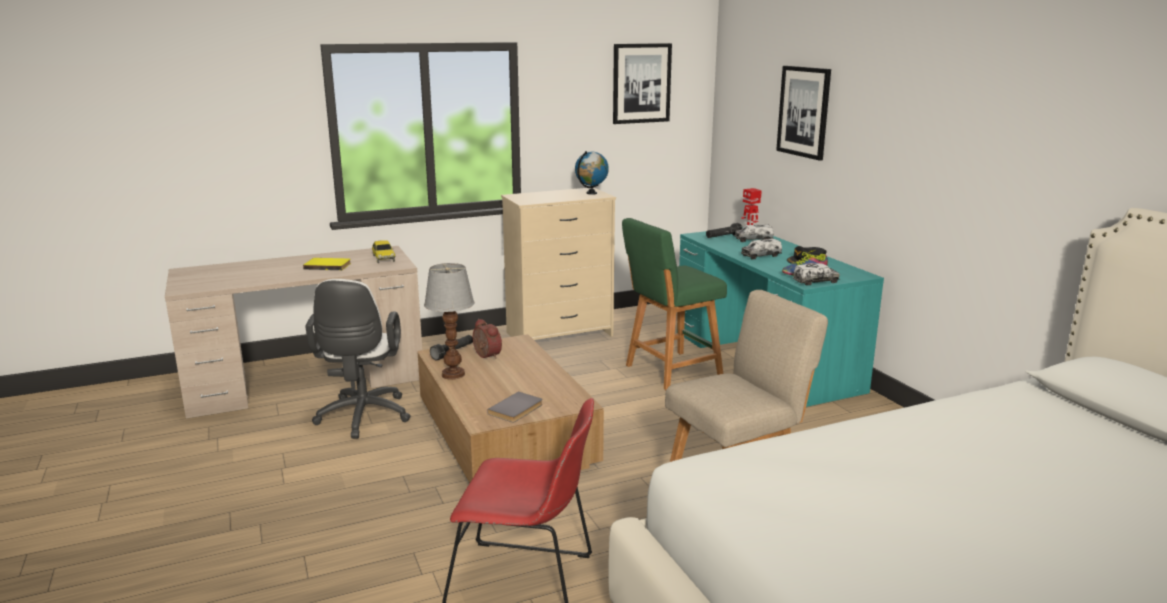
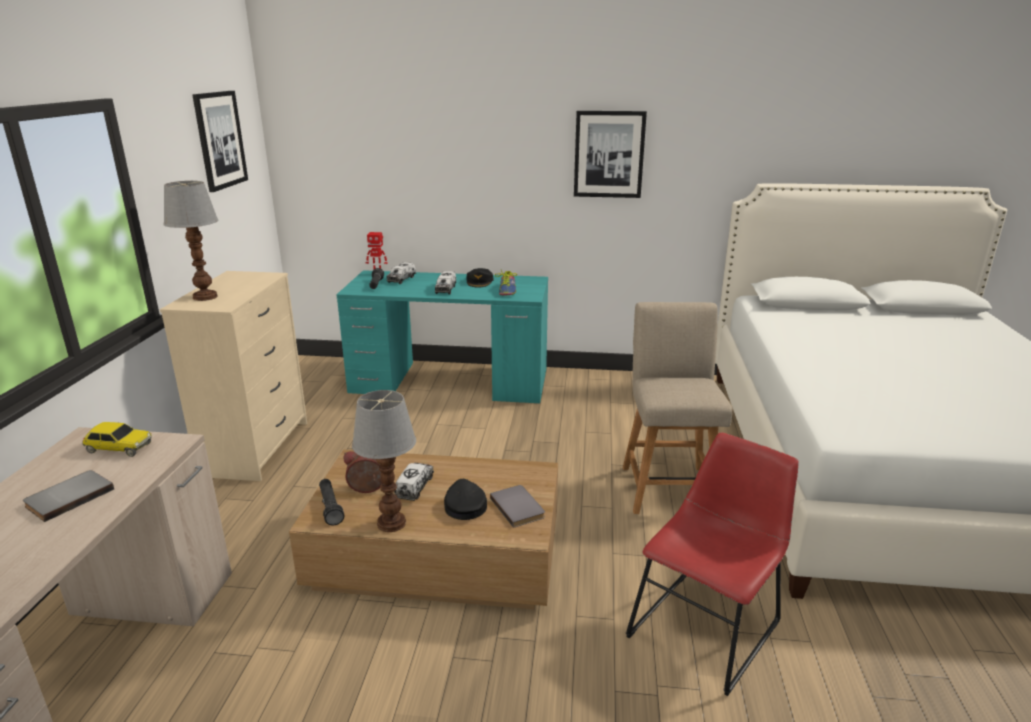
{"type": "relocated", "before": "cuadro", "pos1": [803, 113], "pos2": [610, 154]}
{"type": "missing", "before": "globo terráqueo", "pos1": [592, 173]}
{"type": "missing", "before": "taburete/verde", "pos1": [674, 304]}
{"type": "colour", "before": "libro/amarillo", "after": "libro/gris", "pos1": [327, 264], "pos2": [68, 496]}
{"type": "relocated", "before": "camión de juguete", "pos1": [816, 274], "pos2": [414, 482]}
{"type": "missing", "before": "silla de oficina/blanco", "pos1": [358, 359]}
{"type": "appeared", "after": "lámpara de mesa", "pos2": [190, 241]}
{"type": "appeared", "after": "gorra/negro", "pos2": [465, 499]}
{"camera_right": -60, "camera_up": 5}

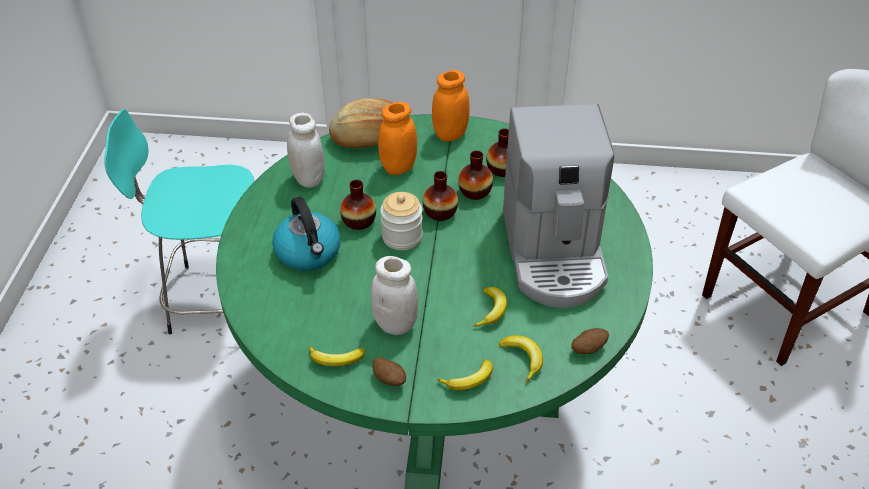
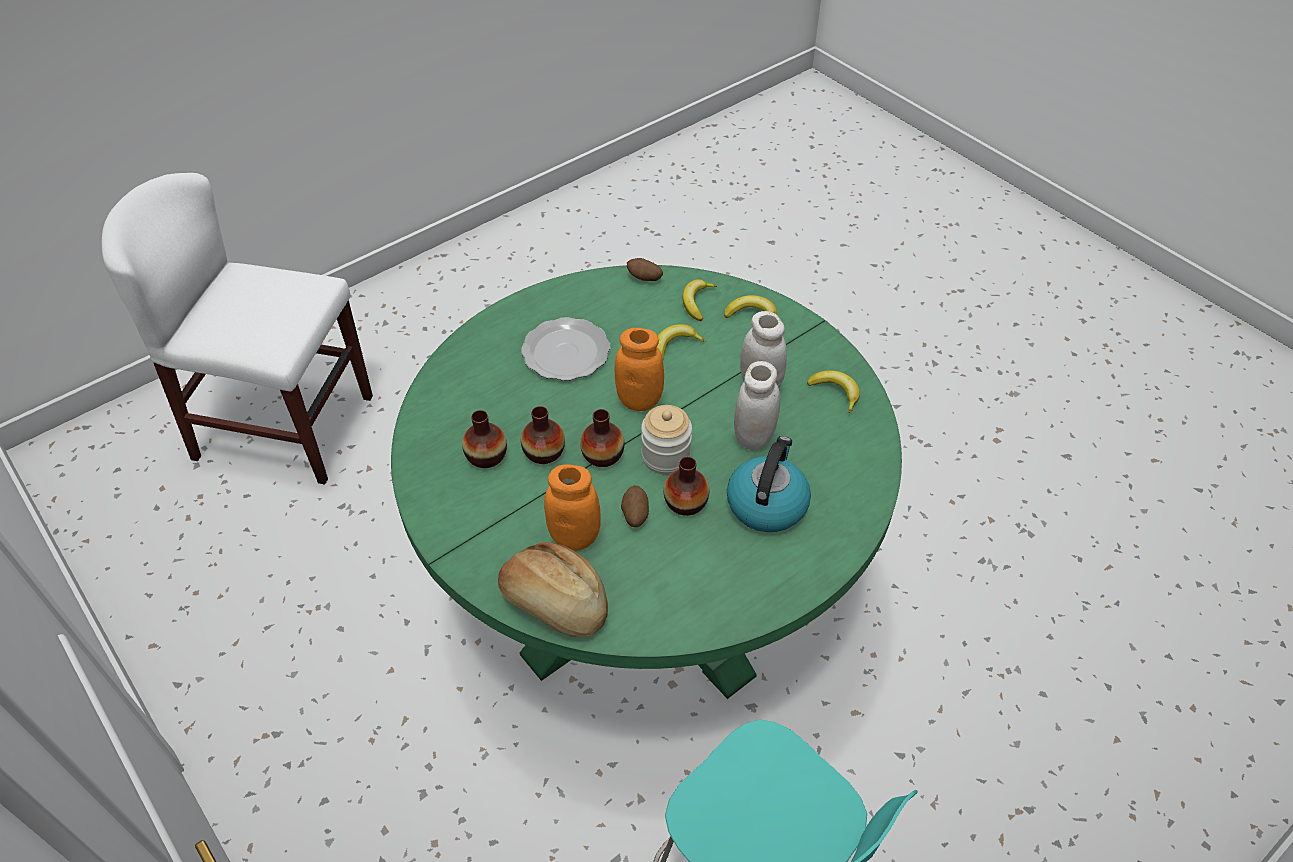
{"type": "relocated", "before": "tarro/naranja", "pos1": [451, 105], "pos2": [639, 369]}
{"type": "exchanged", "before": "cafetera", "after": "plato", "pos1": [559, 206], "pos2": [565, 349]}
{"type": "relocated", "before": "tarro/blanco", "pos1": [306, 150], "pos2": [757, 406]}
{"type": "relocated", "before": "patata", "pos1": [389, 371], "pos2": [635, 506]}
{"camera_right": -135, "camera_up": 5}

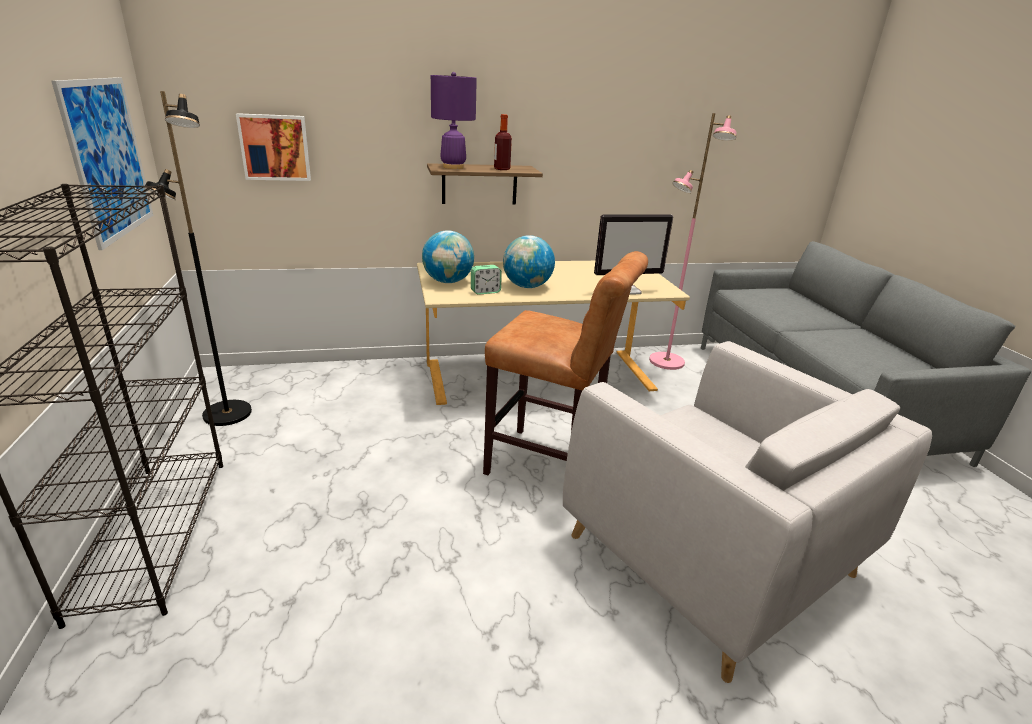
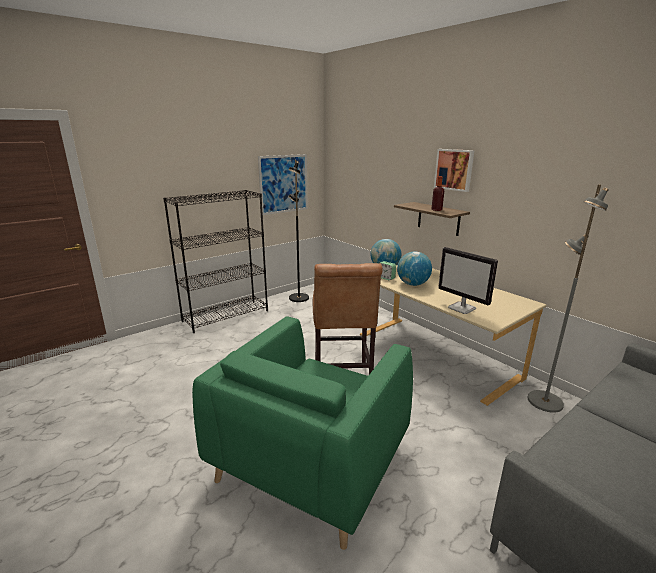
{"type": "missing", "before": "lámpara de mesa/morado", "pos1": [454, 120]}
{"type": "relocated", "before": "cuadro", "pos1": [273, 147], "pos2": [454, 170]}
{"type": "colour", "before": "lámpara de pie/rosa", "after": "lámpara de pie/gris", "pos1": [692, 241], "pos2": [568, 299]}
{"type": "colour", "before": "sillón/gris", "after": "sillón/verde", "pos1": [747, 512], "pos2": [302, 433]}
{"camera_right": 65, "camera_up": -5}

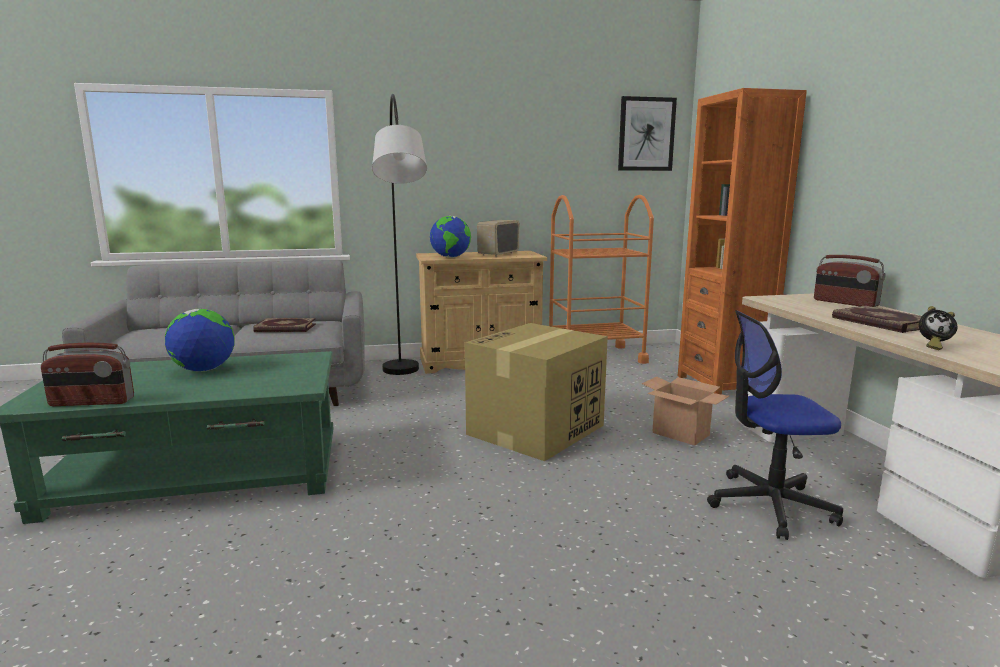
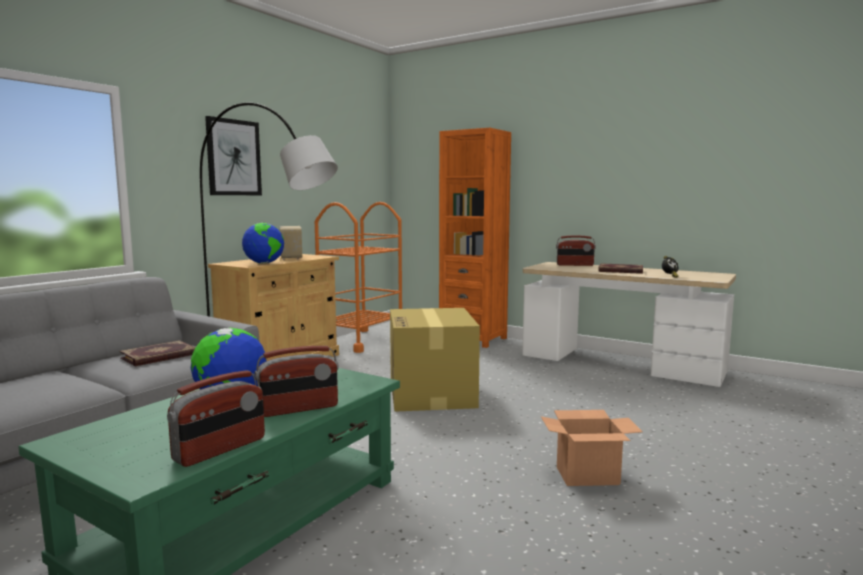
{"type": "relocated", "before": "cuadro", "pos1": [647, 133], "pos2": [233, 155]}
{"type": "missing", "before": "silla de oficina", "pos1": [775, 425]}
{"type": "relocated", "before": "caja de cartón", "pos1": [685, 411], "pos2": [591, 448]}
{"type": "appeared", "after": "radio", "pos2": [297, 381]}
{"camera_right": -45, "camera_up": -5}

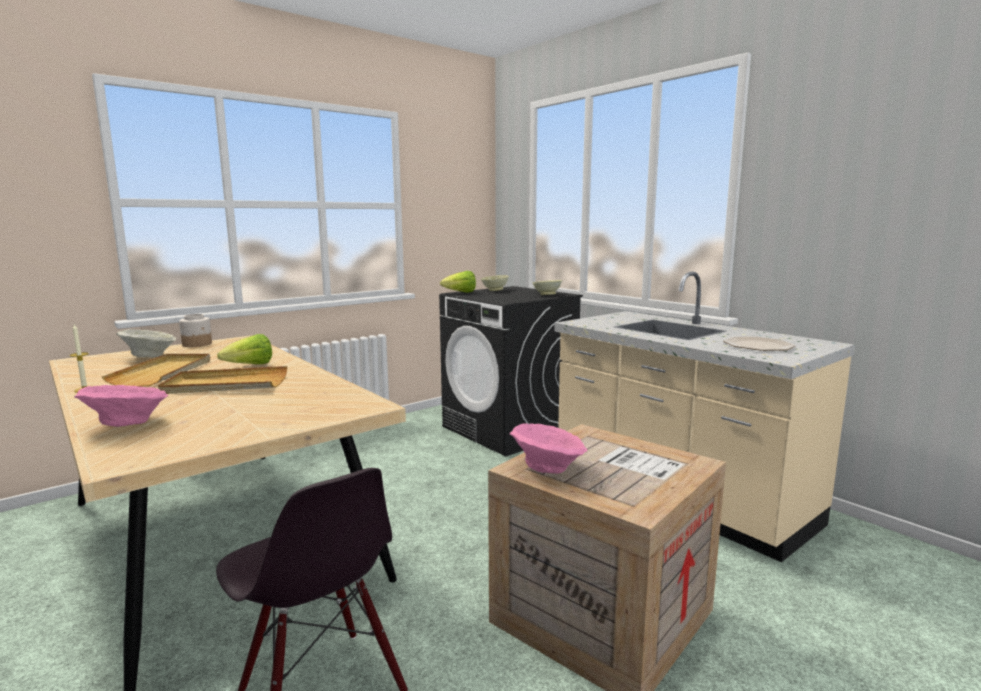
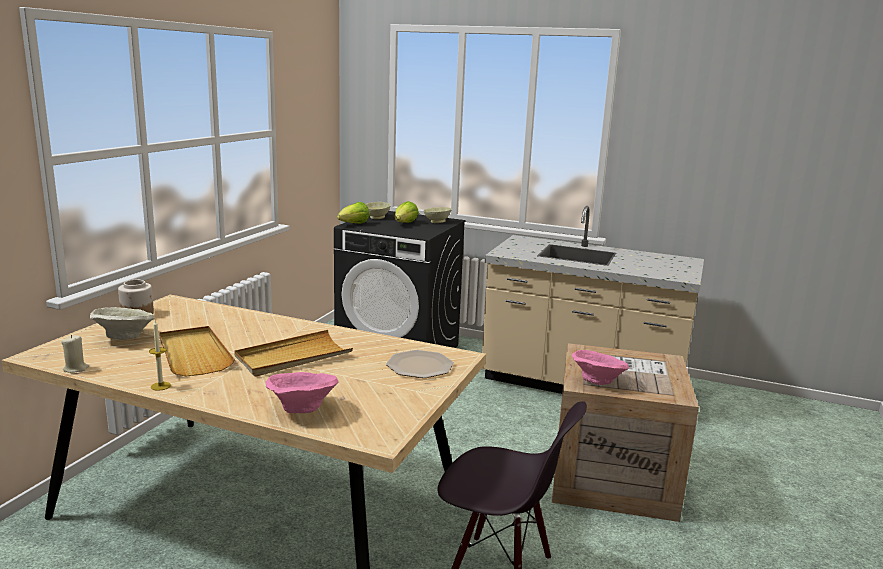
{"type": "relocated", "before": "lechuga", "pos1": [244, 349], "pos2": [407, 212]}
{"type": "relocated", "before": "plato", "pos1": [759, 343], "pos2": [420, 364]}
{"type": "appeared", "after": "vela/beis", "pos2": [75, 354]}
{"camera_right": -30, "camera_up": 5}

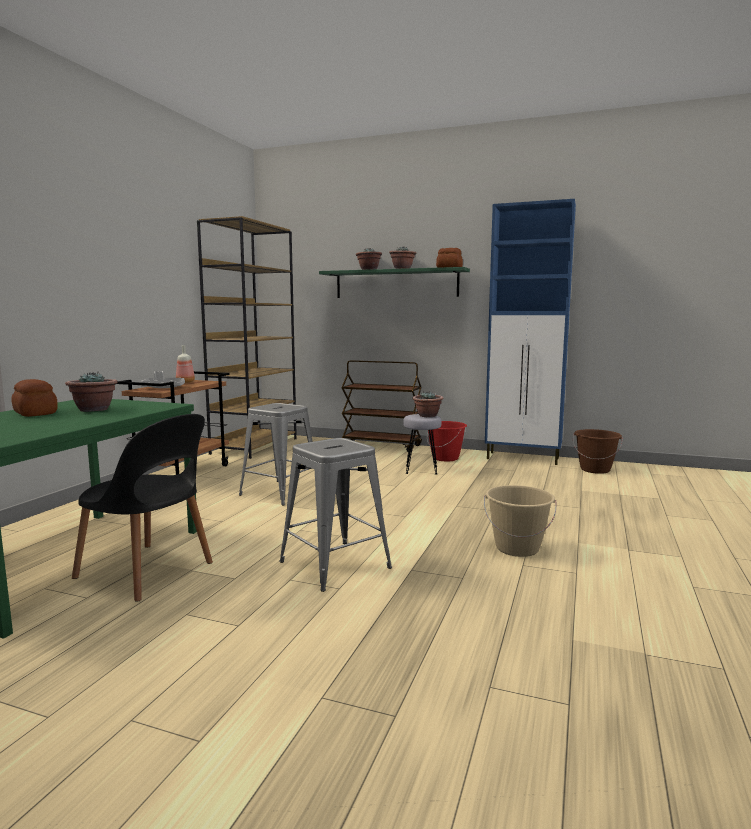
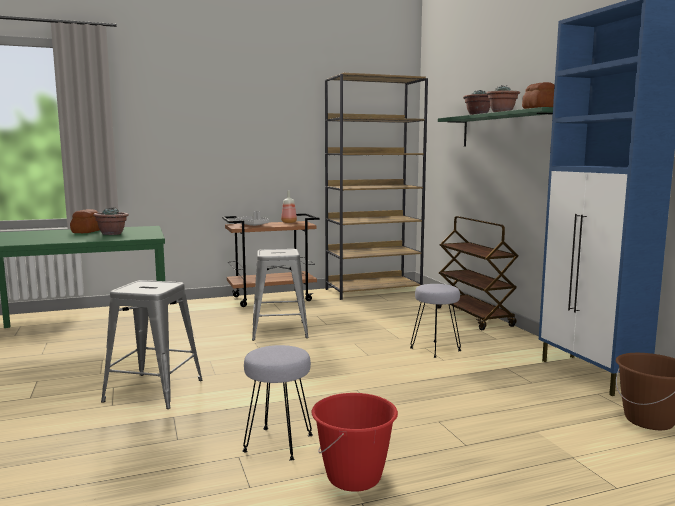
{"type": "missing", "before": "planta en maceta", "pos1": [427, 404]}
{"type": "missing", "before": "silla/negro", "pos1": [142, 508]}
{"type": "relocated", "before": "cubo/rojo", "pos1": [447, 441], "pos2": [355, 442]}
{"type": "exchanged", "before": "cubo/beis", "after": "taburete/gris", "pos1": [520, 521], "pos2": [277, 403]}
{"camera_right": 50, "camera_up": 0}

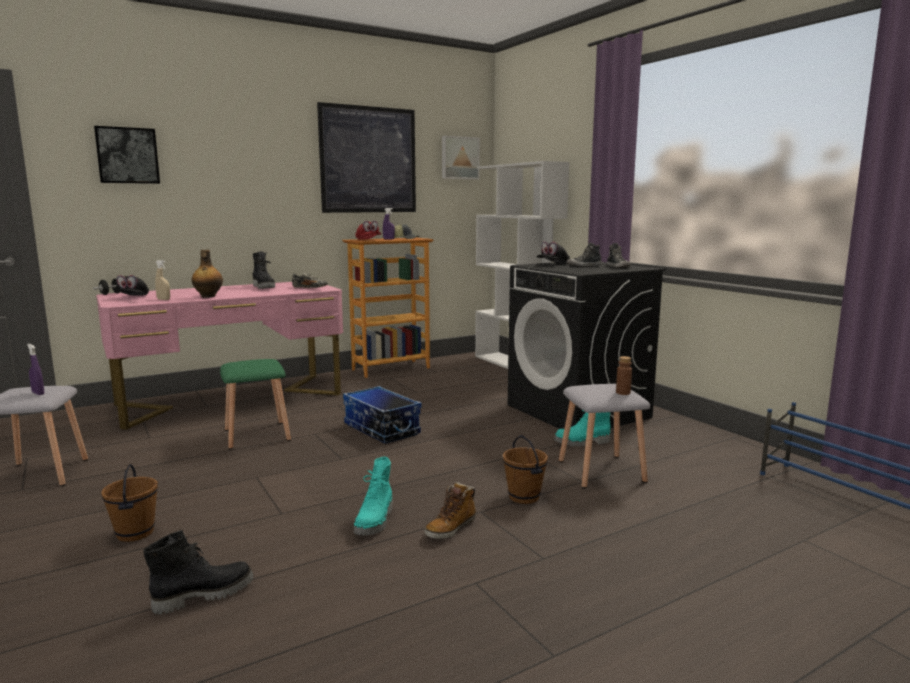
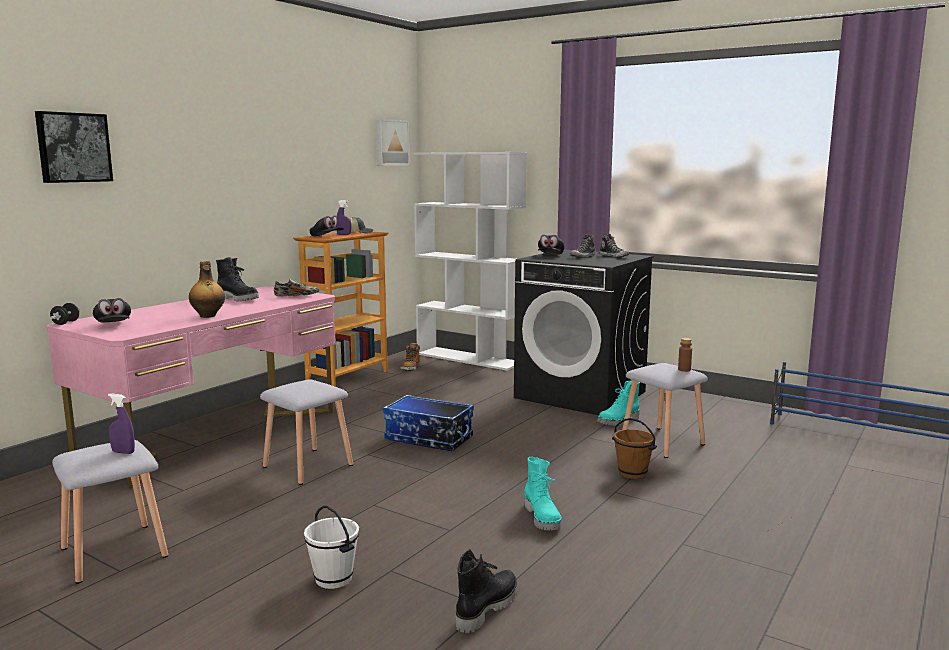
{"type": "missing", "before": "cuadro", "pos1": [366, 157]}
{"type": "colour", "before": "gorra/rojo", "after": "gorra/negro", "pos1": [368, 230], "pos2": [327, 225]}
{"type": "missing", "before": "pulverizador/beis", "pos1": [162, 280]}
{"type": "colour", "before": "taburete/verde", "after": "taburete/gris", "pos1": [255, 404], "pos2": [306, 432]}
{"type": "colour", "before": "cubo/marrón", "after": "cubo/blanco", "pos1": [129, 503], "pos2": [331, 547]}
{"type": "relocated", "before": "bota", "pos1": [450, 510], "pos2": [410, 357]}
{"camera_right": -25, "camera_up": 0}

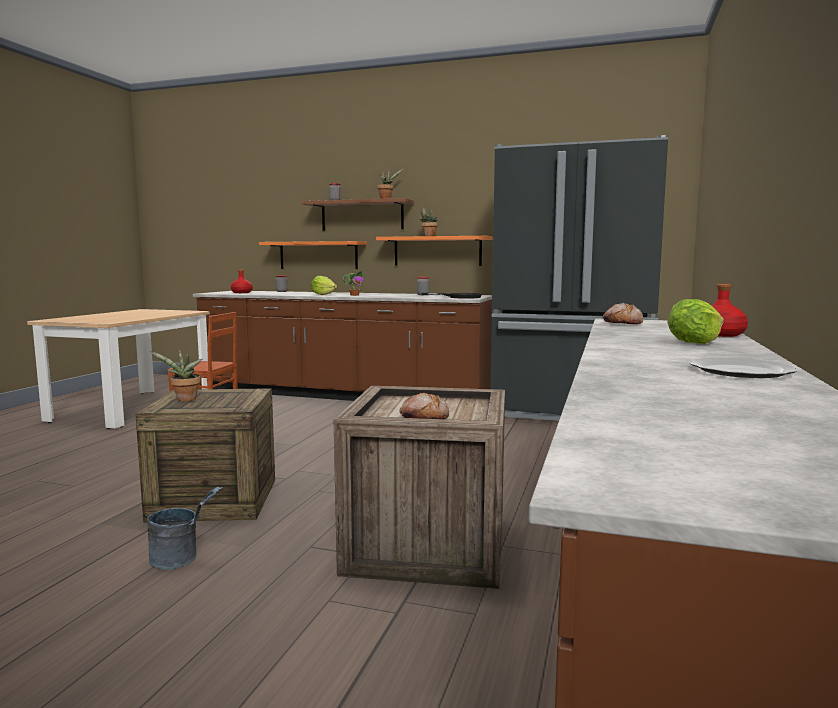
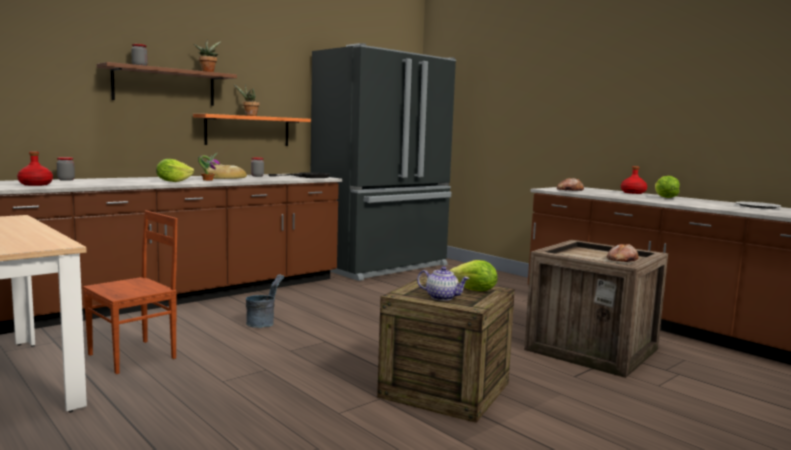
{"type": "missing", "before": "estante/naranja", "pos1": [313, 255]}
{"type": "exchanged", "before": "planta en maceta", "after": "tetera", "pos1": [176, 375], "pos2": [443, 284]}
{"type": "relocated", "before": "cubo/gris", "pos1": [185, 528], "pos2": [265, 301]}
{"type": "appeared", "after": "pan", "pos2": [225, 172]}
{"type": "appeared", "after": "lechuga", "pos2": [473, 275]}
{"camera_right": -60, "camera_up": 0}

